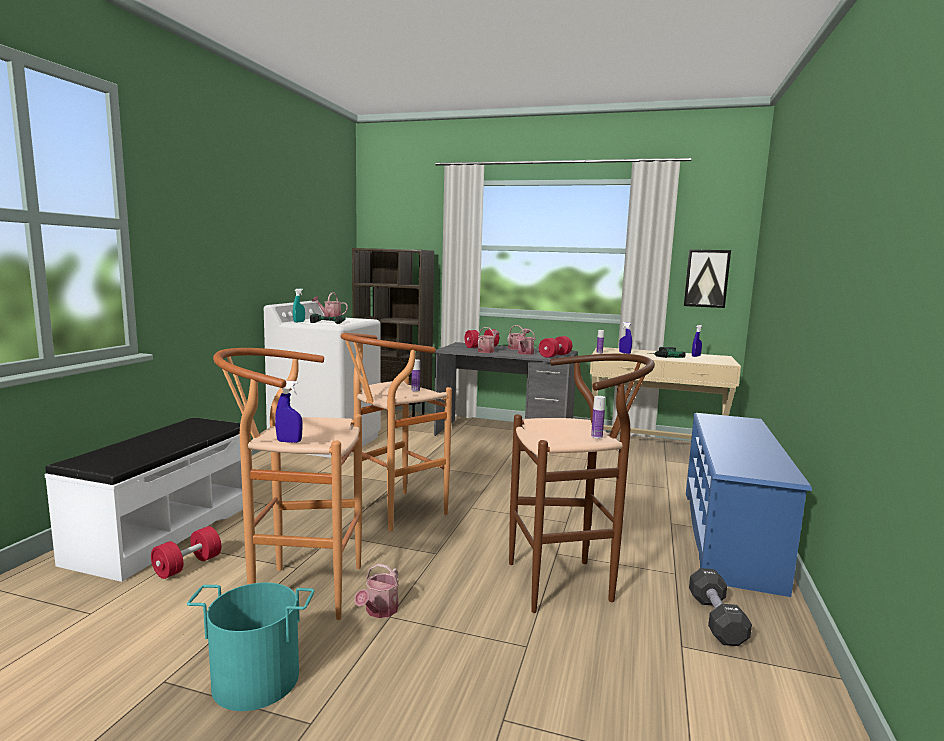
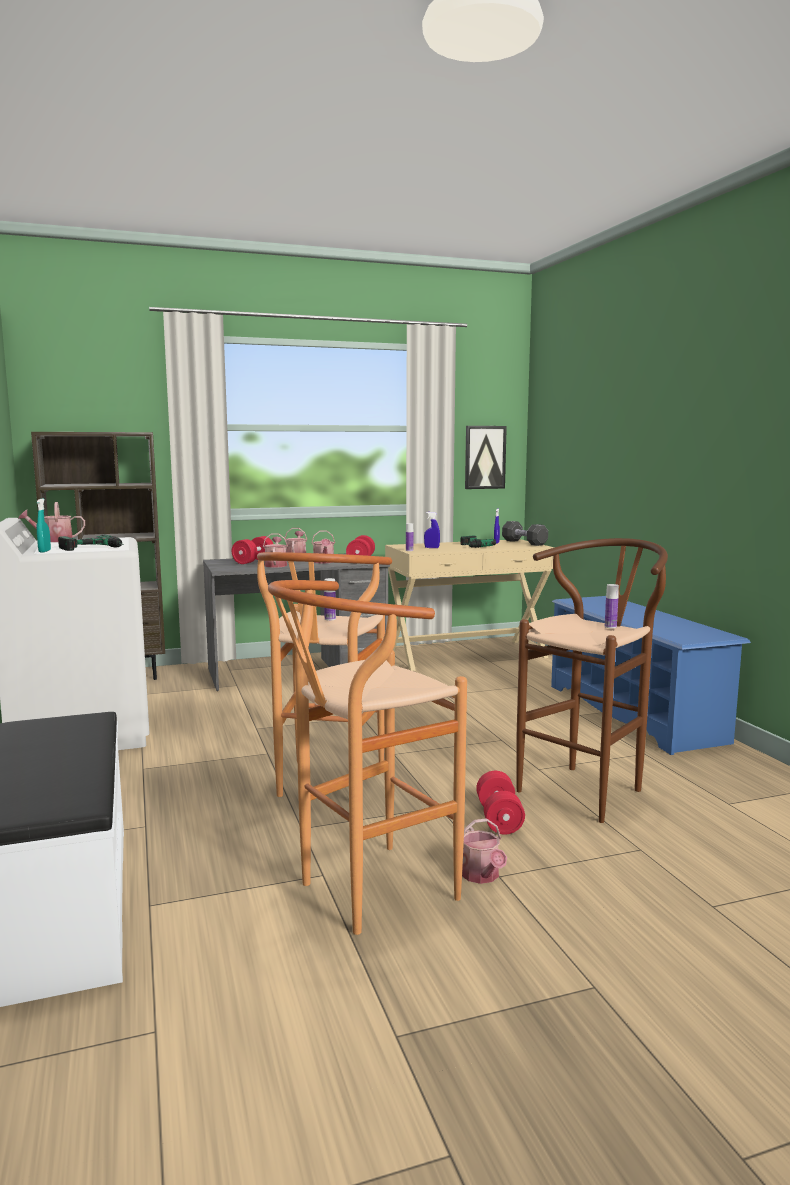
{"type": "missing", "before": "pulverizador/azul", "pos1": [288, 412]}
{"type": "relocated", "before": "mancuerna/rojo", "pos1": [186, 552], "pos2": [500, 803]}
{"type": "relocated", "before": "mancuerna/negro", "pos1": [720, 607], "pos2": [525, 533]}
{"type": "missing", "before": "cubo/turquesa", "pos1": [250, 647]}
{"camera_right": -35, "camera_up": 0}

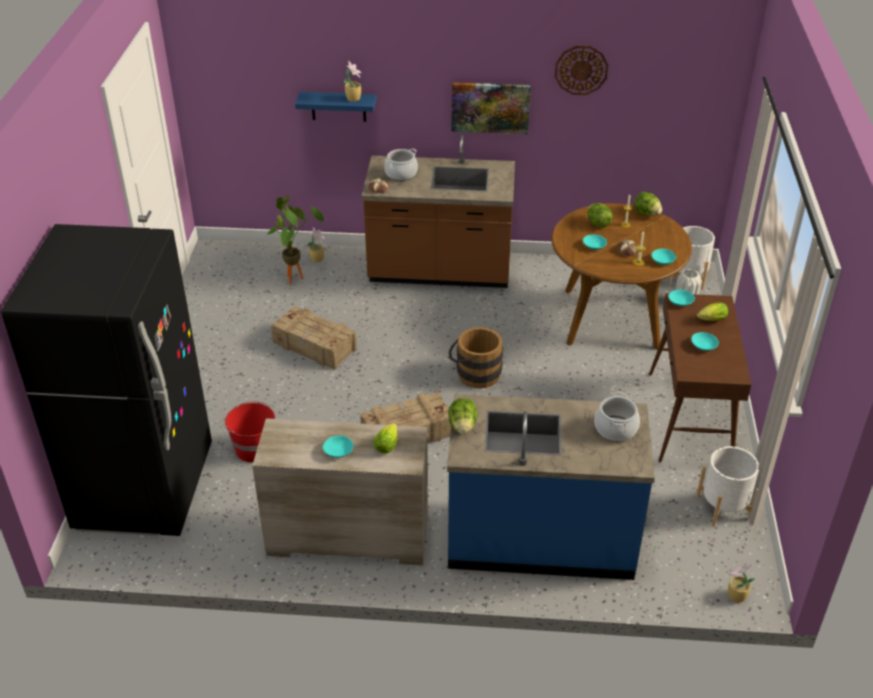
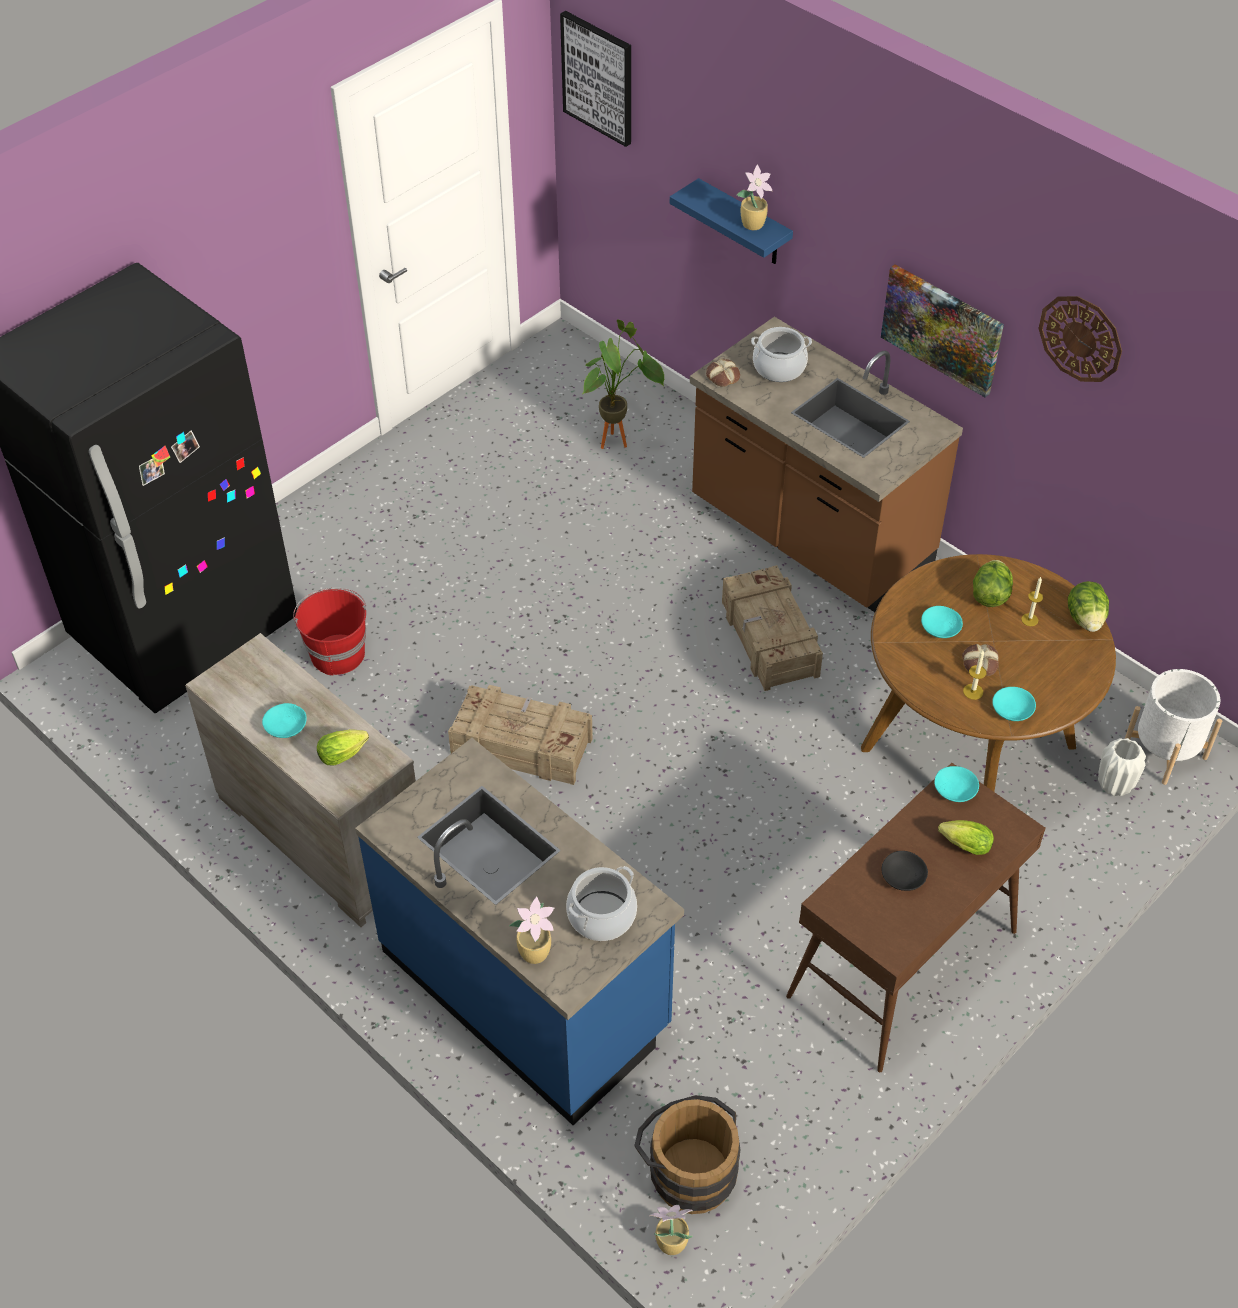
{"type": "relocated", "before": "planta en maceta", "pos1": [316, 244], "pos2": [531, 930]}
{"type": "relocated", "before": "caja de embalaje", "pos1": [314, 338], "pos2": [772, 628]}
{"type": "relocated", "before": "cubo/marrón", "pos1": [476, 357], "pos2": [687, 1154]}
{"type": "colour", "before": "cuenco/turquesa", "after": "cuenco/negro", "pos1": [705, 341], "pos2": [905, 871]}
{"type": "missing", "before": "lechuga", "pos1": [463, 416]}
{"type": "missing", "before": "maceta/blanco", "pos1": [727, 486]}
{"type": "appeared", "after": "cuadro", "pos2": [595, 79]}
{"camera_right": 40, "camera_up": 10}

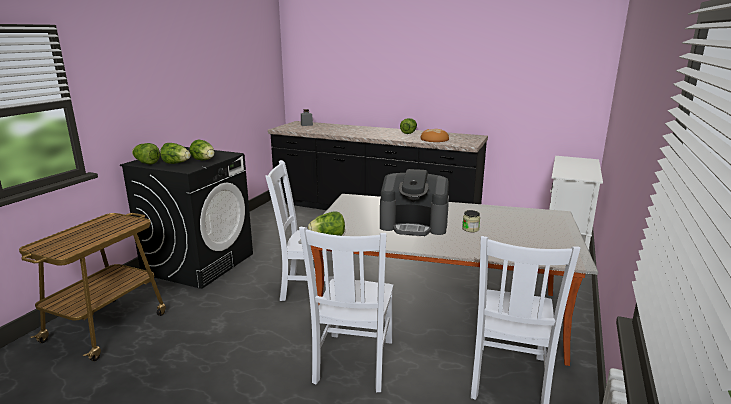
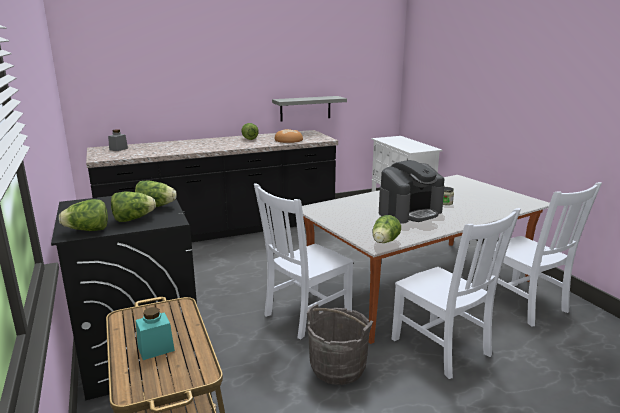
{"type": "appeared", "after": "estante/gris", "pos2": [309, 109]}
{"type": "appeared", "after": "cubo/gris", "pos2": [340, 344]}
{"type": "appeared", "after": "tarro/turquesa", "pos2": [155, 333]}
{"camera_right": -45, "camera_up": 0}

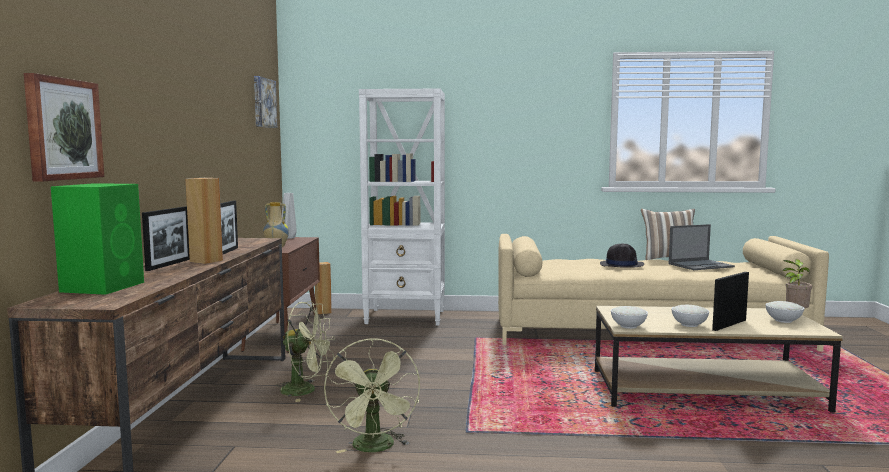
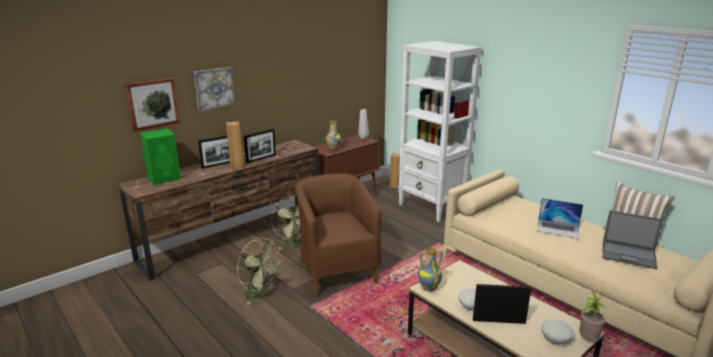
{"type": "relocated", "before": "cuadro", "pos1": [265, 102], "pos2": [214, 89]}
{"type": "exchanged", "before": "sombrero/negro", "after": "portátil", "pos1": [622, 256], "pos2": [559, 218]}
{"type": "exchanged", "before": "cuenco/blanco", "after": "florero", "pos1": [629, 317], "pos2": [430, 269]}
{"type": "spun", "before": "ventilador/verde", "pos1": [372, 396], "pos2": [259, 271], "turn": -90}
{"type": "appeared", "after": "sillón/marrón", "pos2": [338, 235]}
{"camera_right": 45, "camera_up": 15}

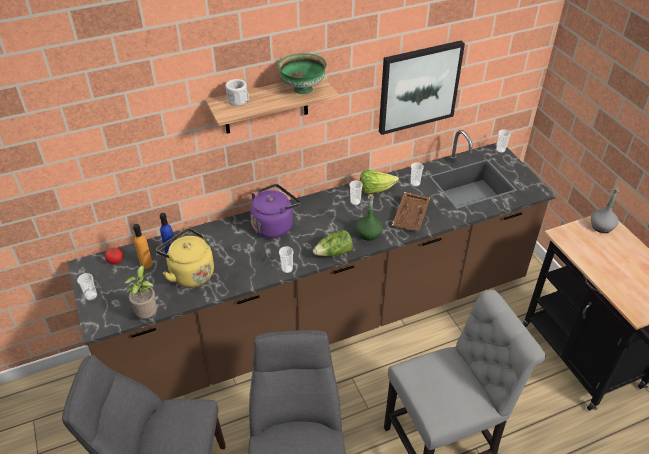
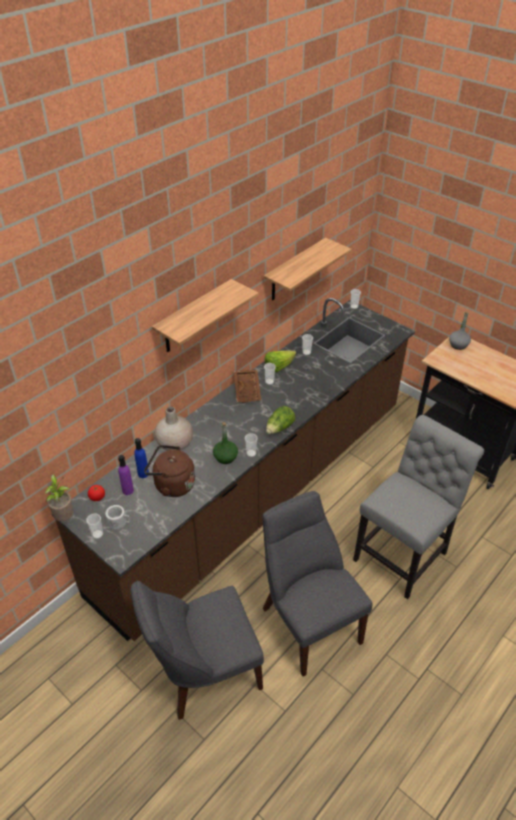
{"type": "exchanged", "before": "cuadro", "after": "estante", "pos1": [422, 88], "pos2": [307, 269]}
{"type": "missing", "before": "cuenco/verde", "pos1": [302, 73]}
{"type": "relocated", "before": "taza grande/blanco", "pos1": [237, 92], "pos2": [117, 517]}
{"type": "missing", "before": "hervidor/morado", "pos1": [275, 211]}
{"type": "relocated", "before": "bandeja/marrón", "pos1": [411, 211], "pos2": [247, 386]}
{"type": "relocated", "before": "botella/verde", "pos1": [369, 217], "pos2": [225, 443]}
{"type": "colour", "before": "botella/naranja", "after": "botella/morado", "pos1": [143, 246], "pos2": [126, 475]}
{"type": "colour", "before": "hervidor/amarillo", "after": "hervidor/marrón", "pos1": [185, 257], "pos2": [169, 471]}
{"type": "relocated", "before": "planta en maceta", "pos1": [141, 292], "pos2": [58, 497]}
{"type": "appeared", "after": "florero/beis", "pos2": [173, 429]}
{"camera_right": -25, "camera_up": 0}

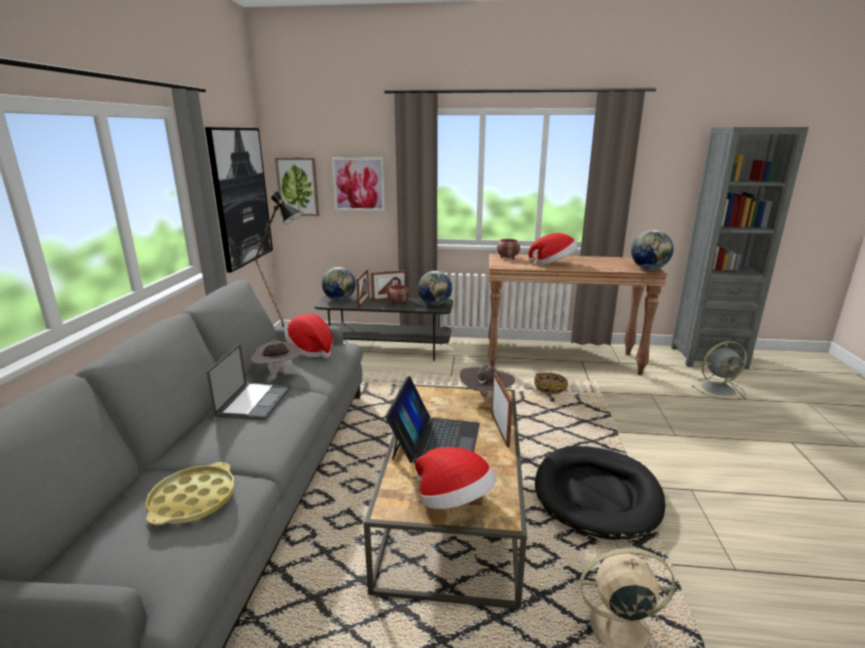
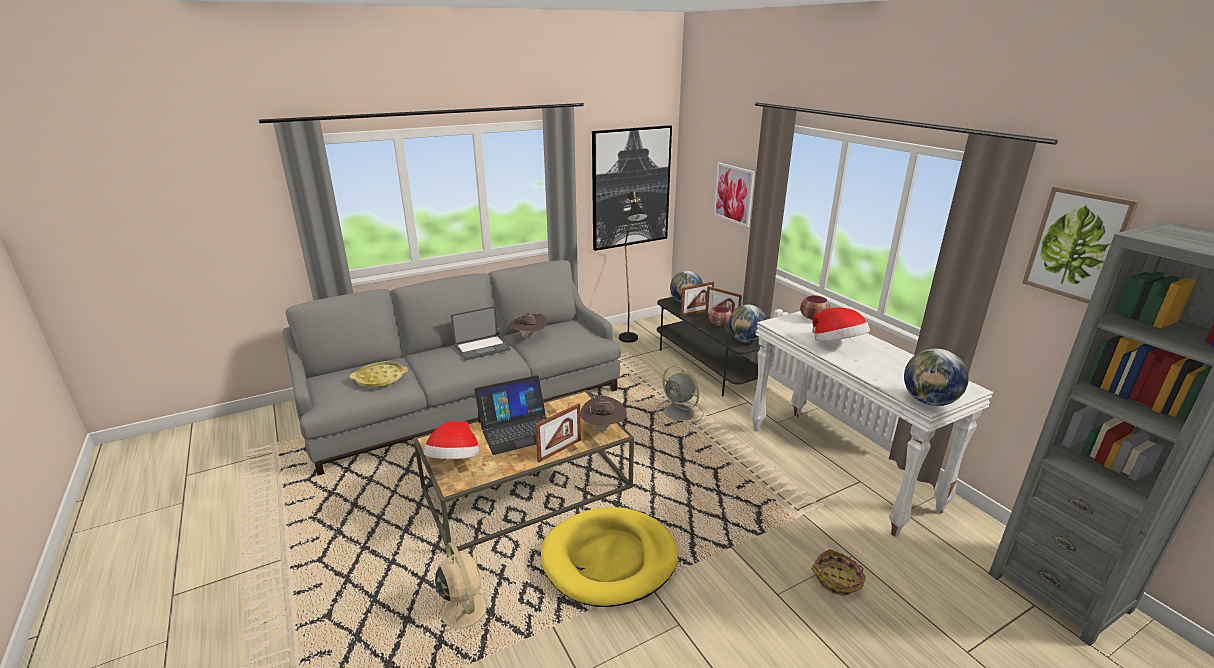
{"type": "relocated", "before": "cuadro", "pos1": [297, 186], "pos2": [1080, 245]}
{"type": "colour", "before": "mesa consola/marrón", "after": "mesa consola/blanco", "pos1": [577, 314], "pos2": [871, 424]}
{"type": "missing", "before": "sombrero", "pos1": [309, 336]}
{"type": "relocated", "before": "ventilador/gris", "pos1": [719, 370], "pos2": [679, 395]}
{"type": "relocated", "before": "cesta", "pos1": [551, 383], "pos2": [838, 572]}
{"type": "colour", "before": "cama para perro/negro", "after": "cama para perro/amarillo", "pos1": [600, 493], "pos2": [609, 557]}
{"camera_right": 55, "camera_up": 5}

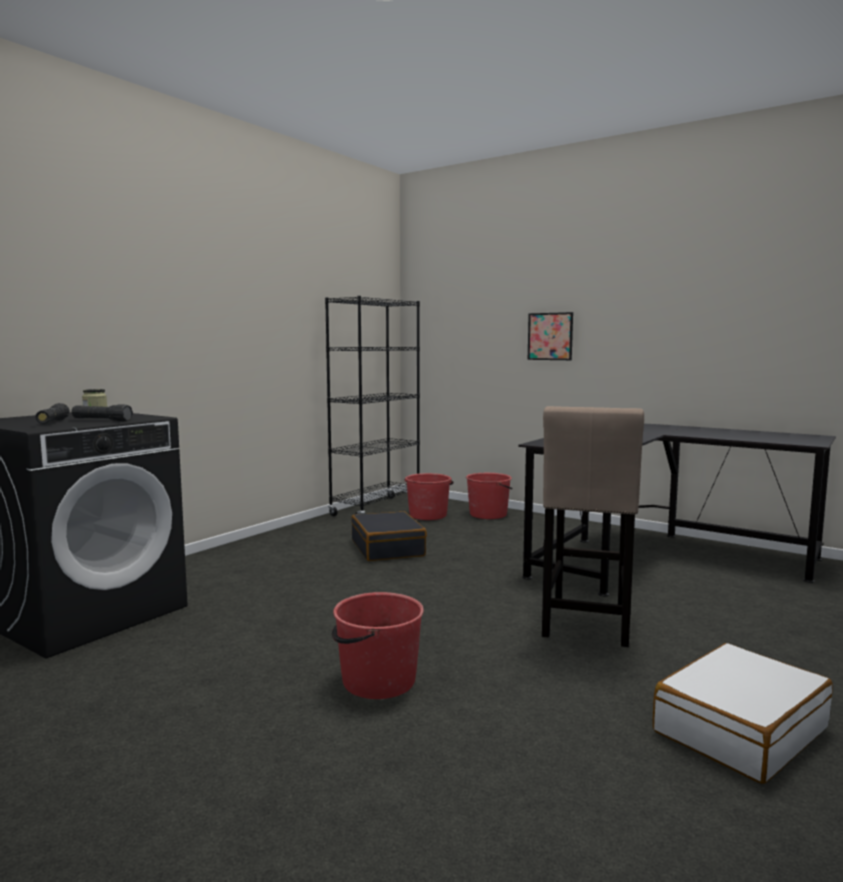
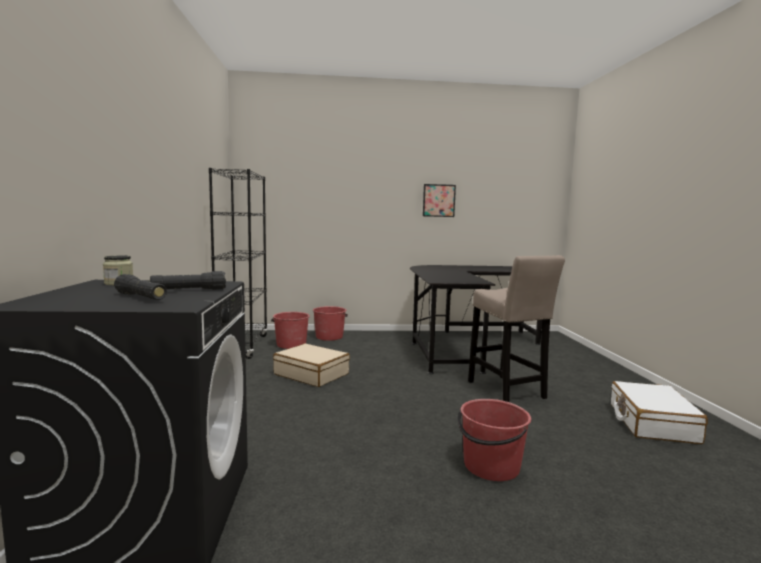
{"type": "relocated", "before": "cuadro", "pos1": [550, 336], "pos2": [439, 200]}
{"type": "colour", "before": "maleta/negro", "after": "maleta/beis", "pos1": [389, 536], "pos2": [311, 365]}
{"camera_right": -40, "camera_up": 0}

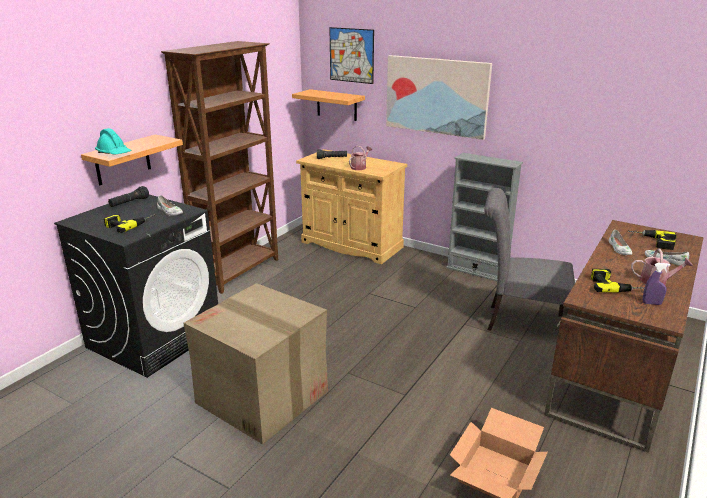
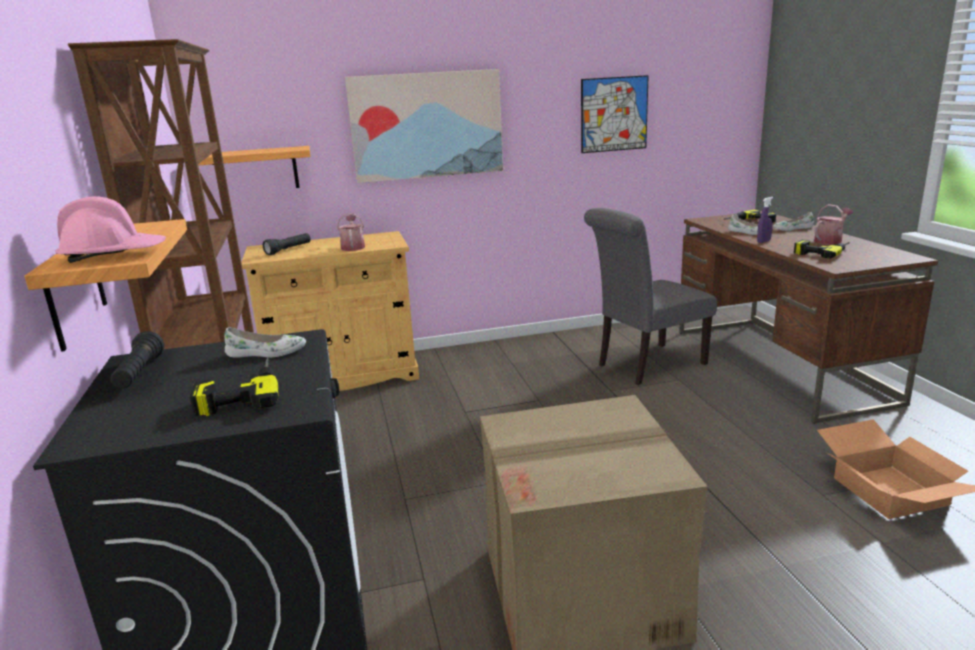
{"type": "relocated", "before": "cuadro", "pos1": [351, 55], "pos2": [615, 114]}
{"type": "colour", "before": "casco/turquesa", "after": "casco/rosa", "pos1": [113, 141], "pos2": [110, 230]}
{"type": "missing", "before": "estantería/gris", "pos1": [484, 217]}
{"type": "relocated", "before": "pulverizador/morado", "pos1": [656, 284], "pos2": [765, 220]}
{"camera_right": -45, "camera_up": -5}

